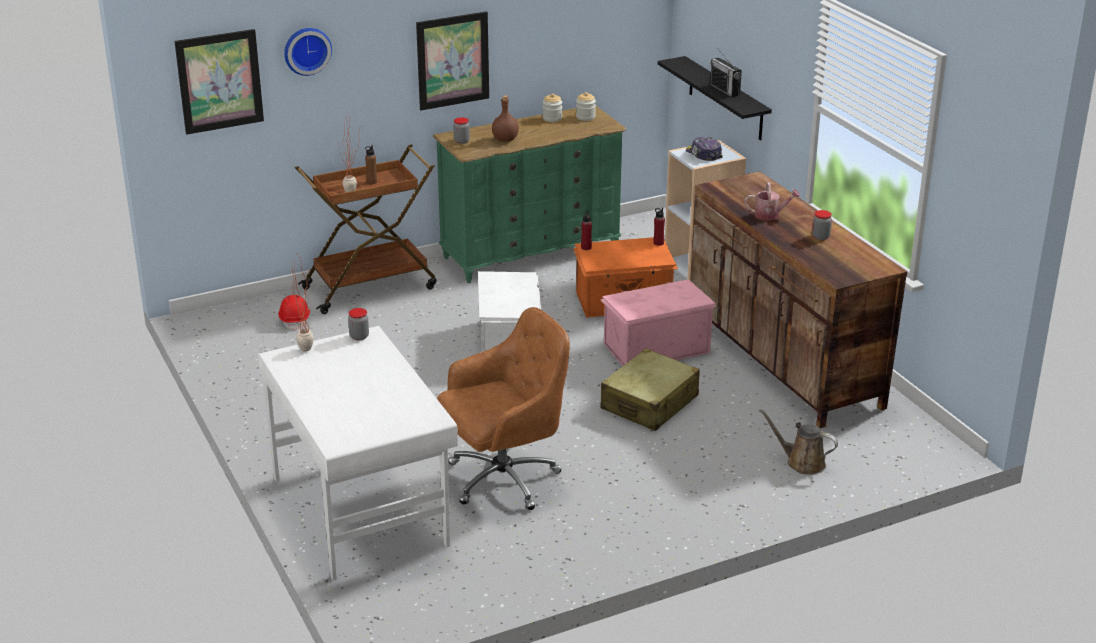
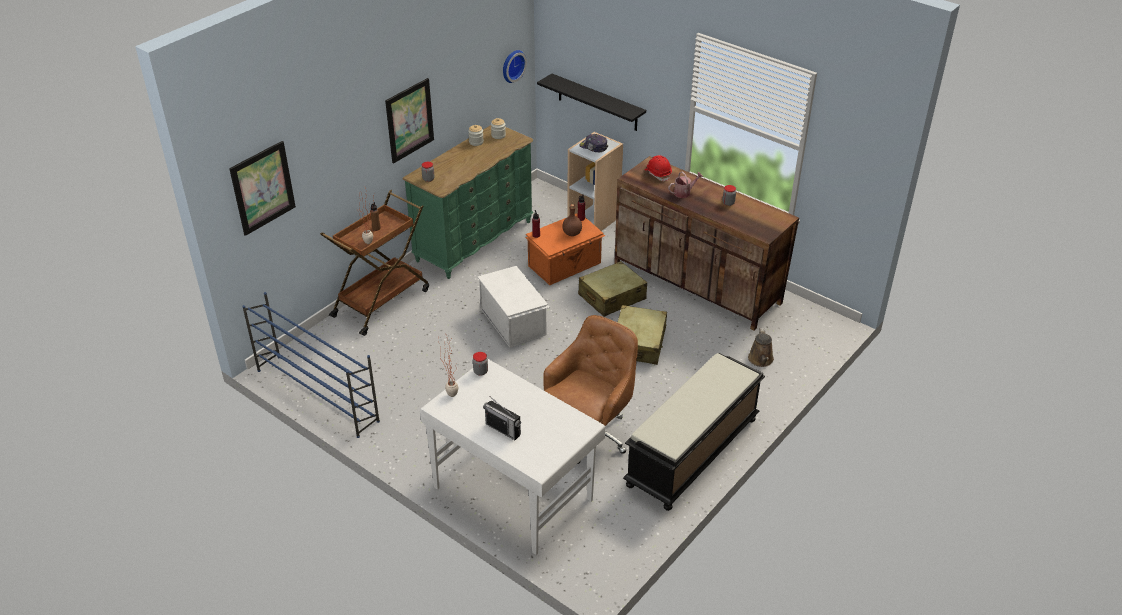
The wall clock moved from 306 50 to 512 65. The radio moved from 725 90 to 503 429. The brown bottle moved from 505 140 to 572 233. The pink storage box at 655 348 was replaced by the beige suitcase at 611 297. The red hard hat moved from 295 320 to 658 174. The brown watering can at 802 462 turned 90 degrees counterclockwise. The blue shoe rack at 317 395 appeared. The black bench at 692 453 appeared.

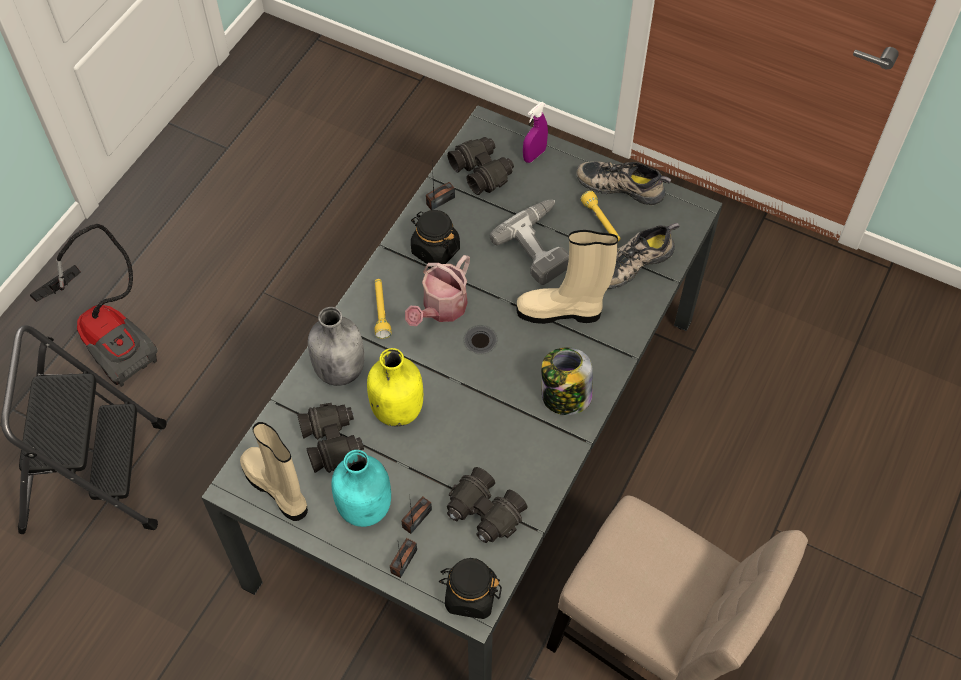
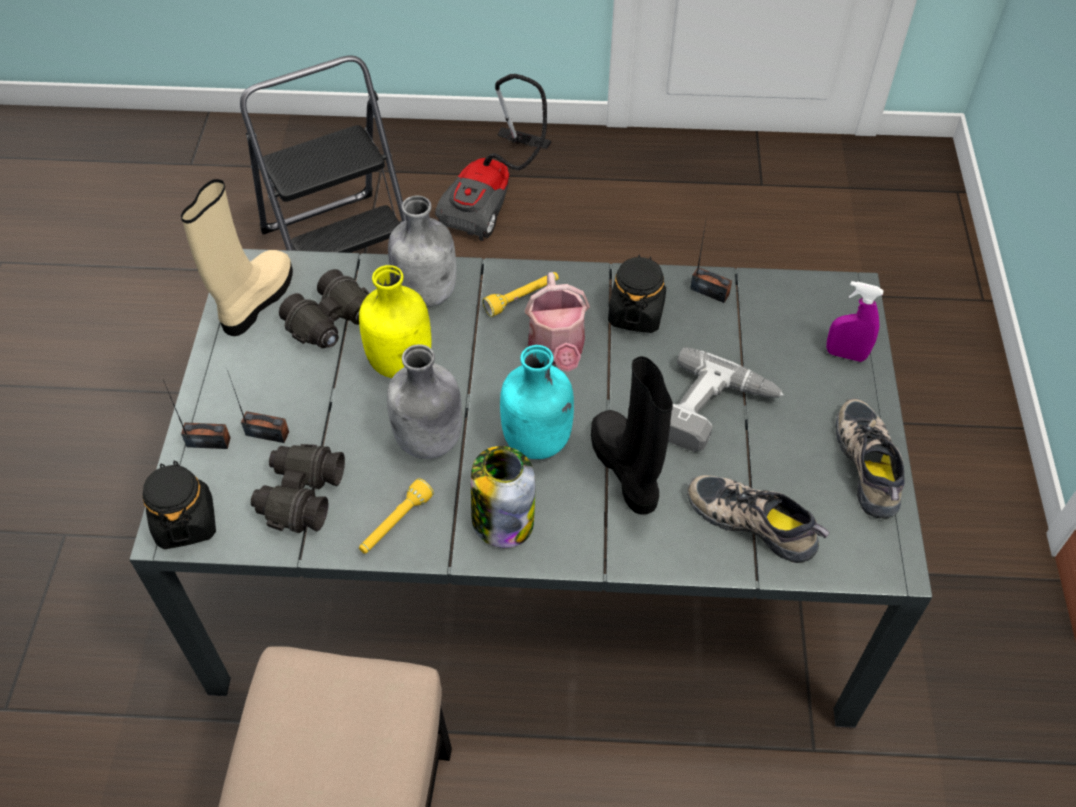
The black binoculars at 482 171 disappeared. The yellow flashlight moved from 601 222 to 395 524. The beige boot at 561 311 became the black boot at 627 469. The watering can at 441 309 turned 105 degrees counterclockwise. The turquoise bottle moved from 366 507 to 538 441. The grey bottle at 429 441 appeared.

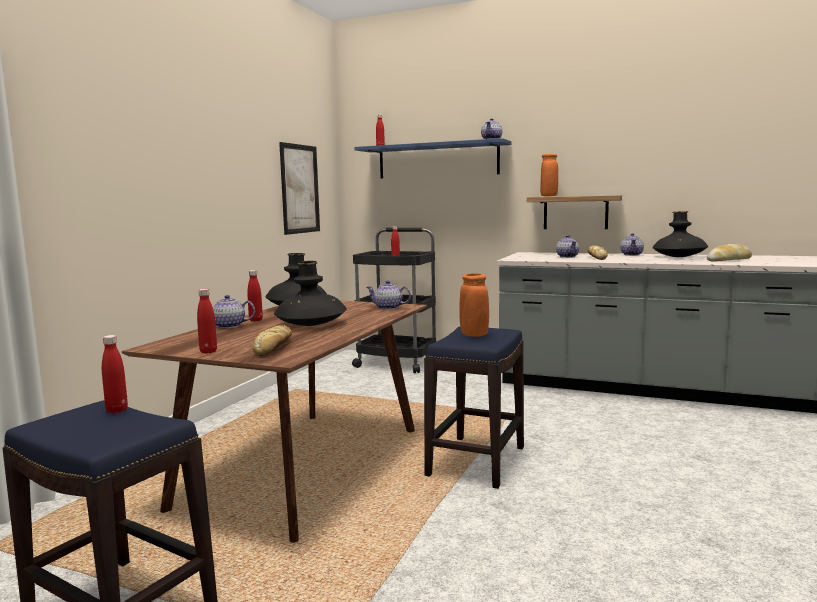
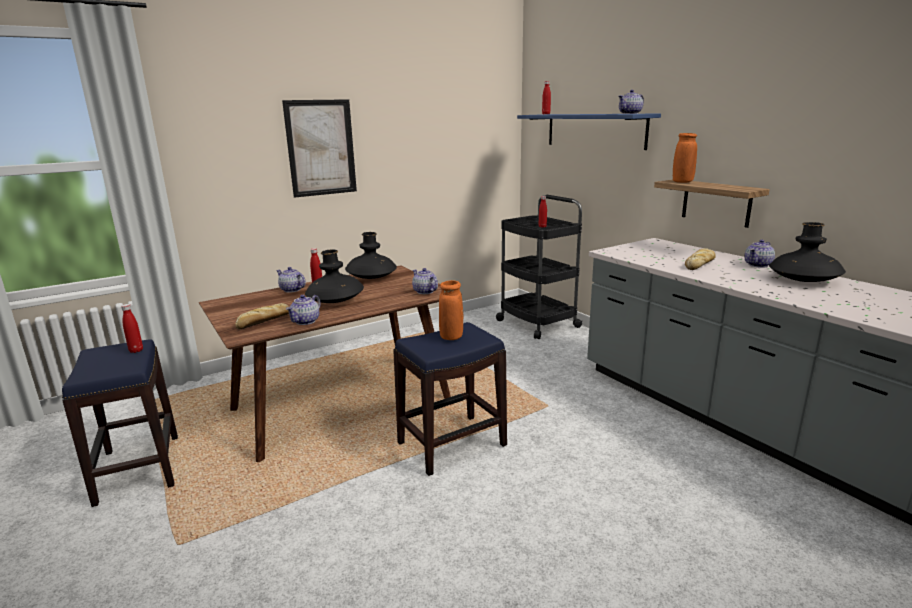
The picture moved from 300 189 to 321 148. The teapot moved from 567 256 to 306 321. The bread at 729 260 disappeared. The red bottle at 208 351 disappeared.

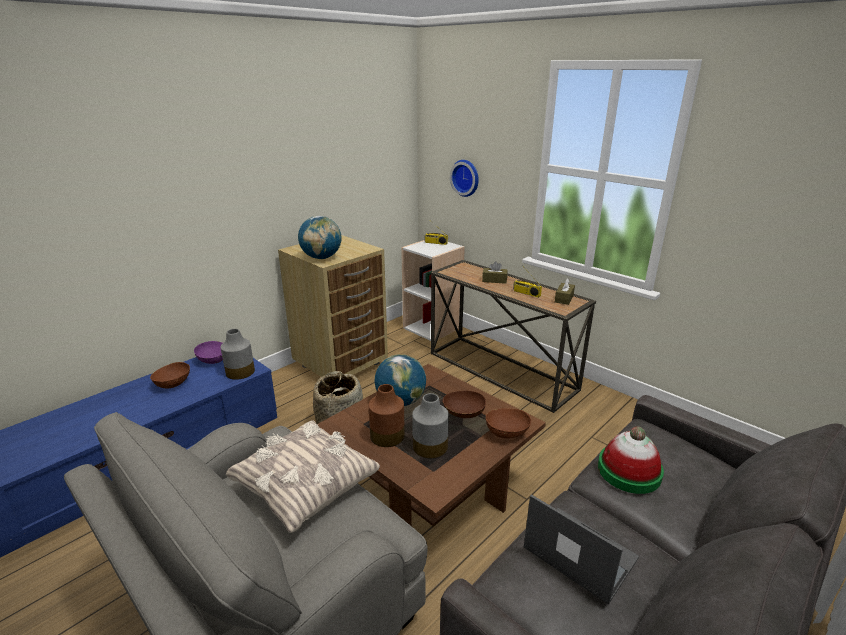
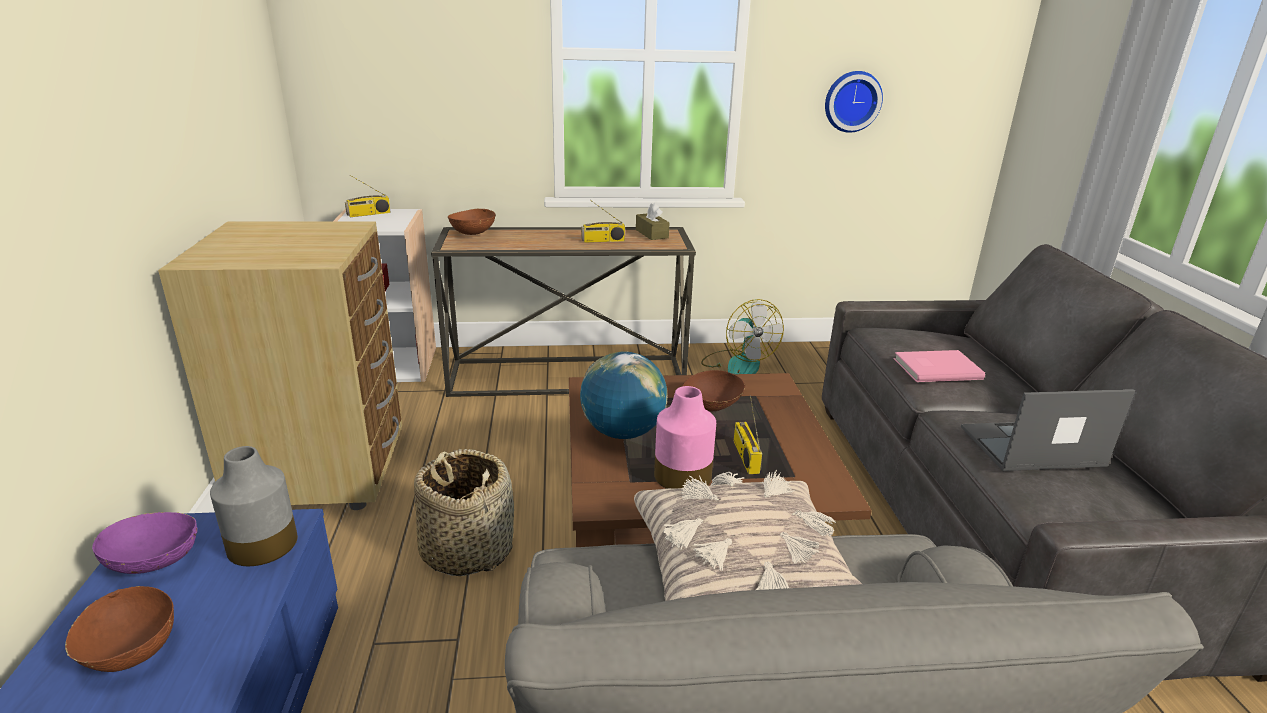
The wall clock moved from 466 177 to 851 101. The globe at 321 258 disappeared. The brown tissue box at 494 280 disappeared. The brown vase at 387 436 became the pink vase at 683 475. The grey vase at 430 446 was replaced by the radio at 744 456. The brown bowl moved from 507 432 to 473 233. The hat at 629 471 was replaced by the pink book at 935 368. The fan at 738 364 appeared.

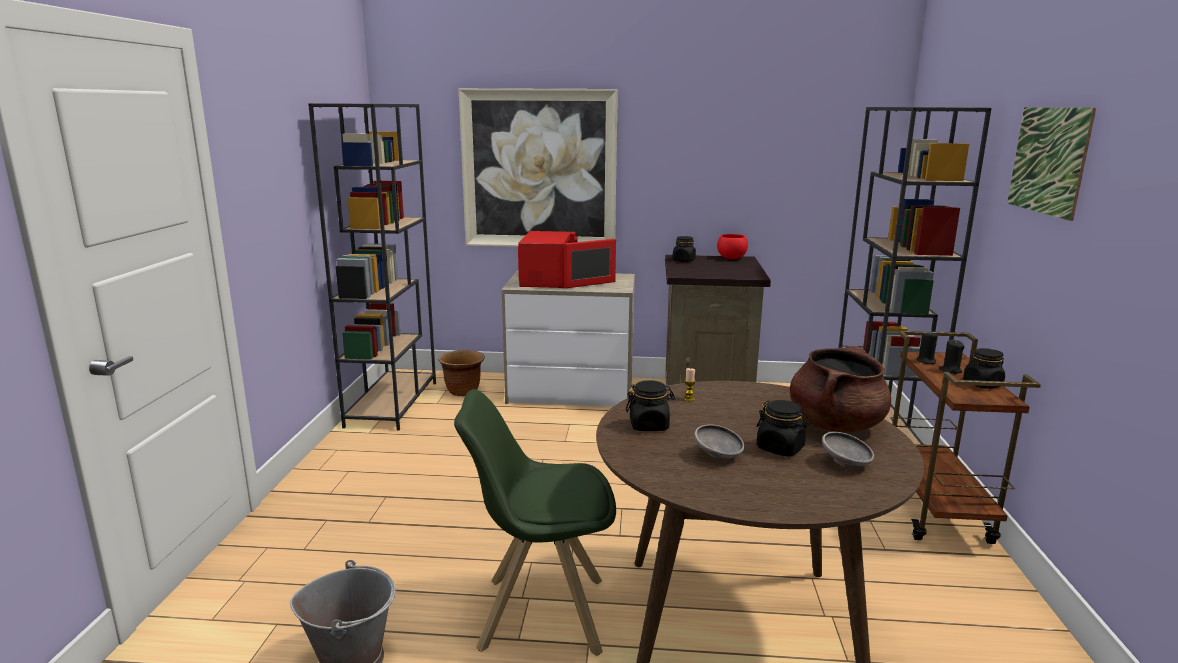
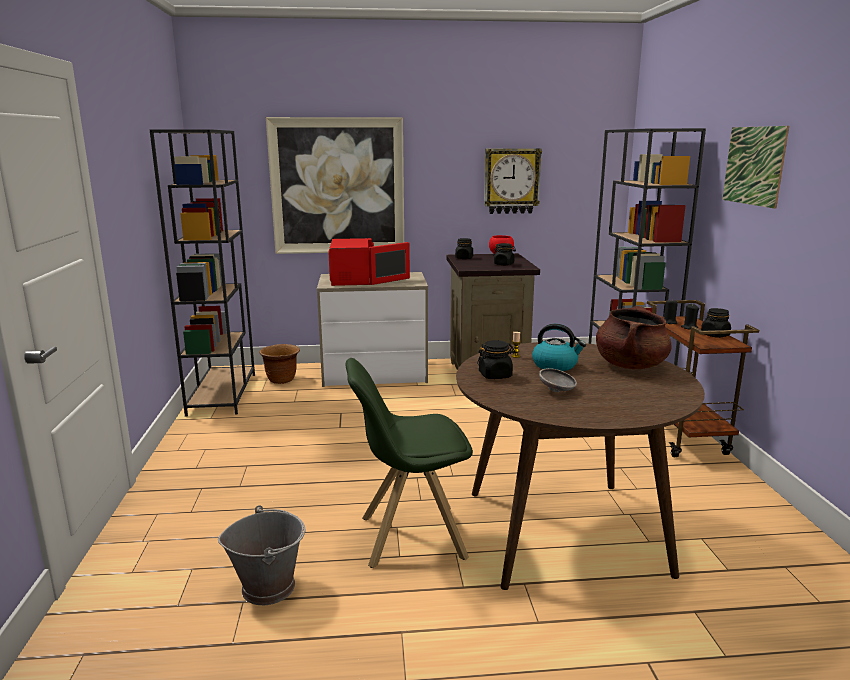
The black jar moved from 780 448 to 504 264. The grey bowl at 846 464 disappeared. The wall clock at 511 181 appeared. The kettle at 555 365 appeared.

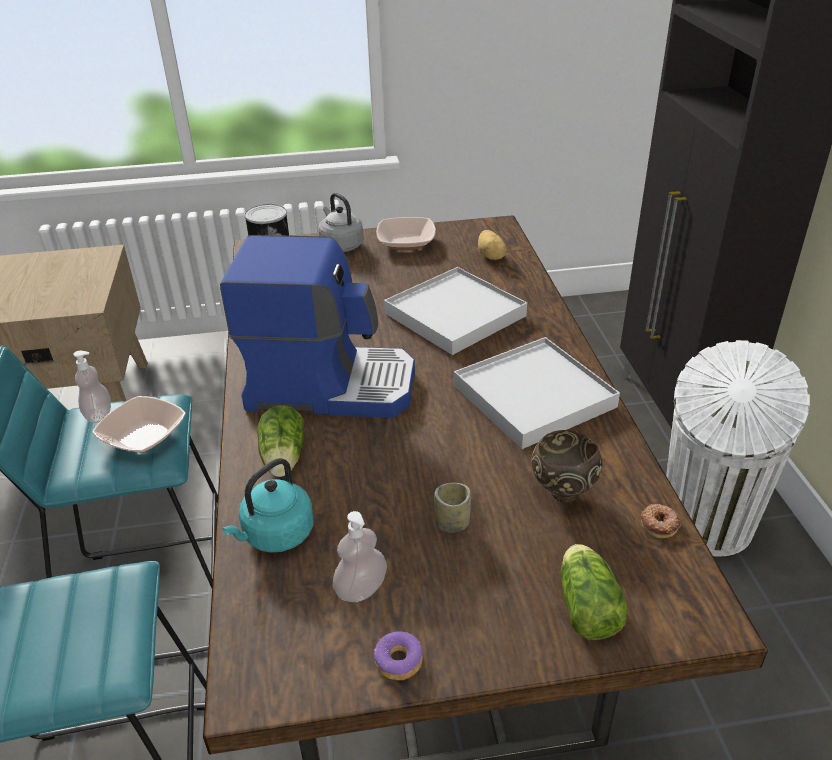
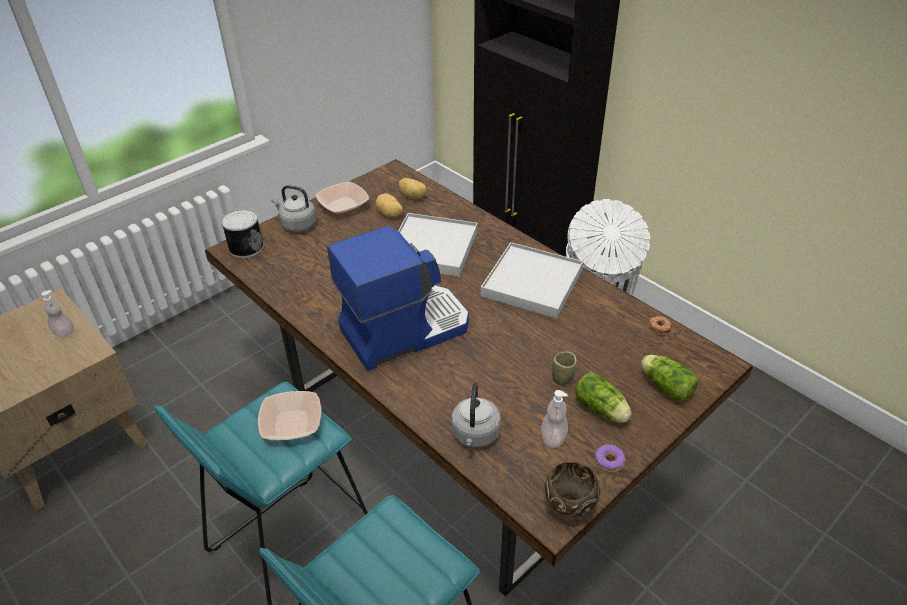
The soap dispenser moved from 99 415 to 64 332. The lettuce moved from 283 459 to 602 410. The brown bowl moved from 561 493 to 568 508. The turquoise kettle at 275 535 became the grey kettle at 475 435. The potato at 389 214 appeared.

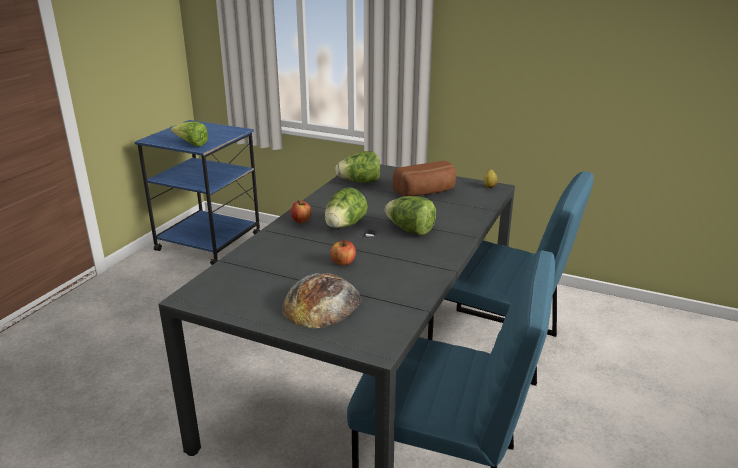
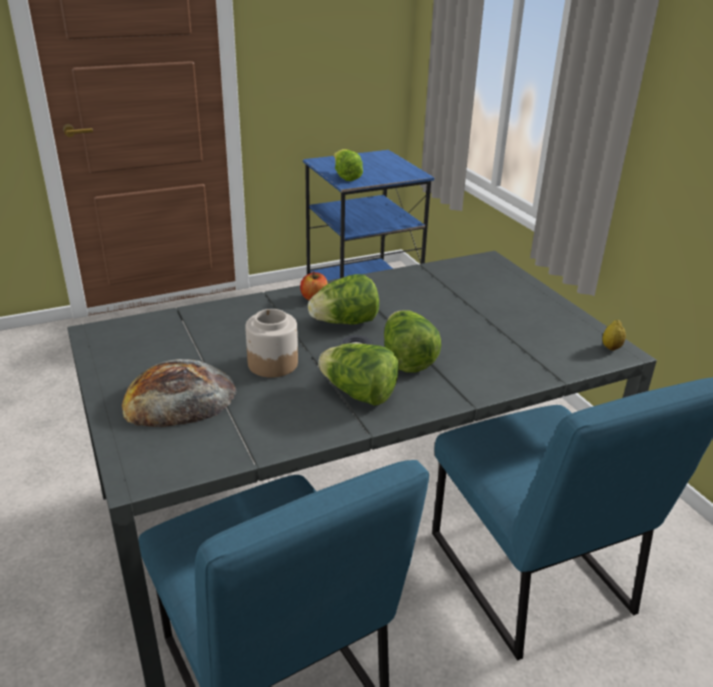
The lettuce moved from 359 182 to 358 394. The bread at 427 192 disappeared. The apple at 343 262 was replaced by the jar at 272 363.

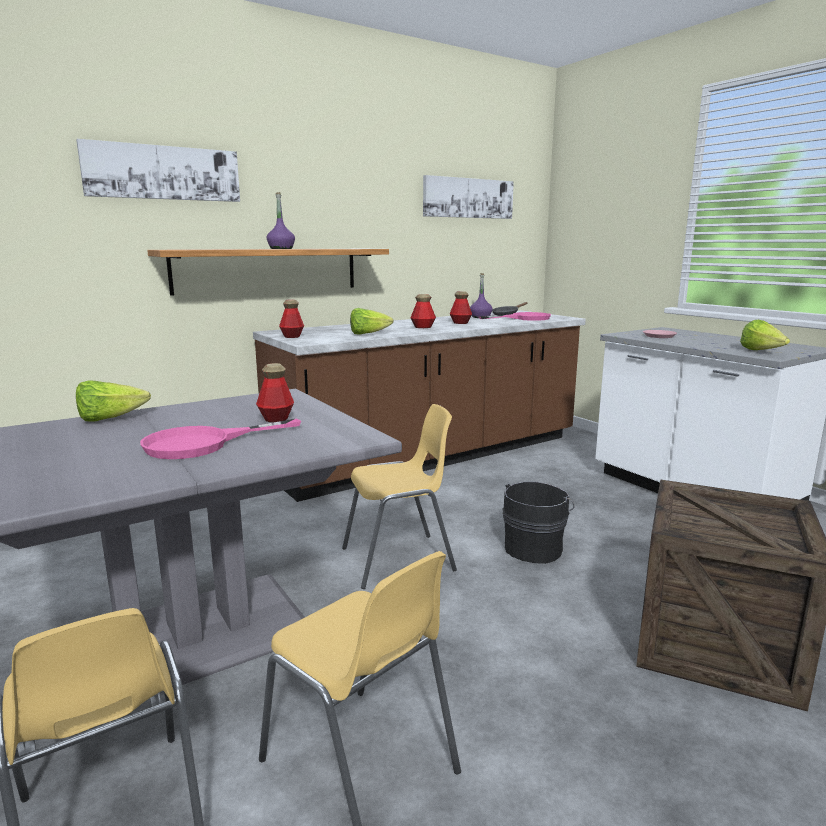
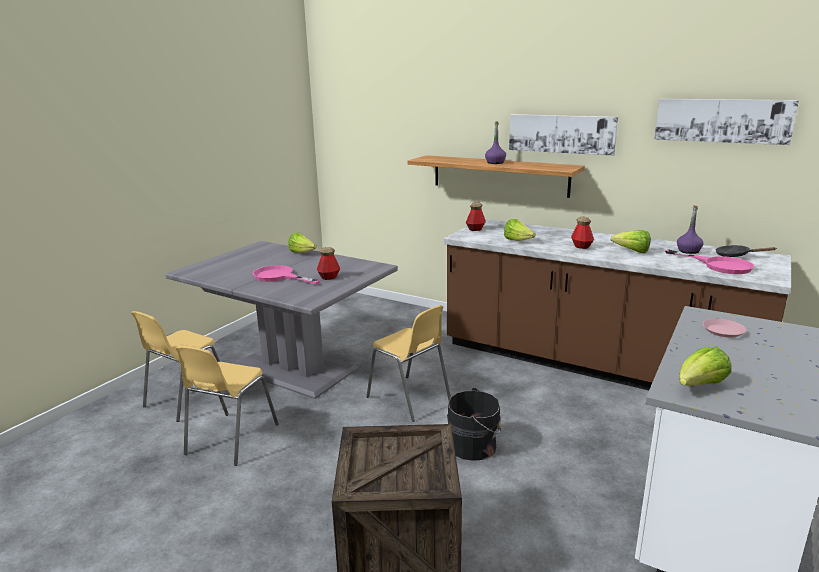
The picture moved from 163 173 to 561 134. The bottle at 460 323 was replaced by the lettuce at 632 251.

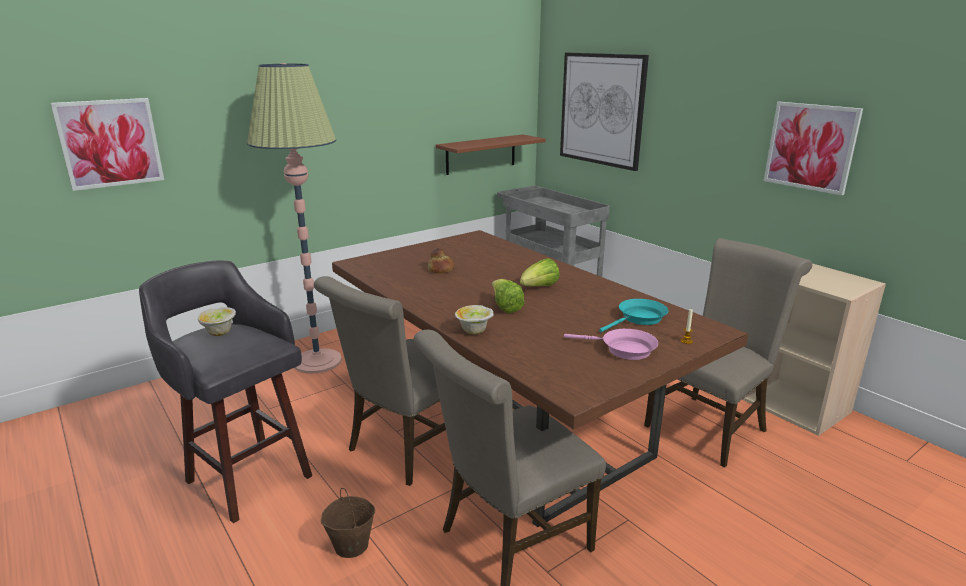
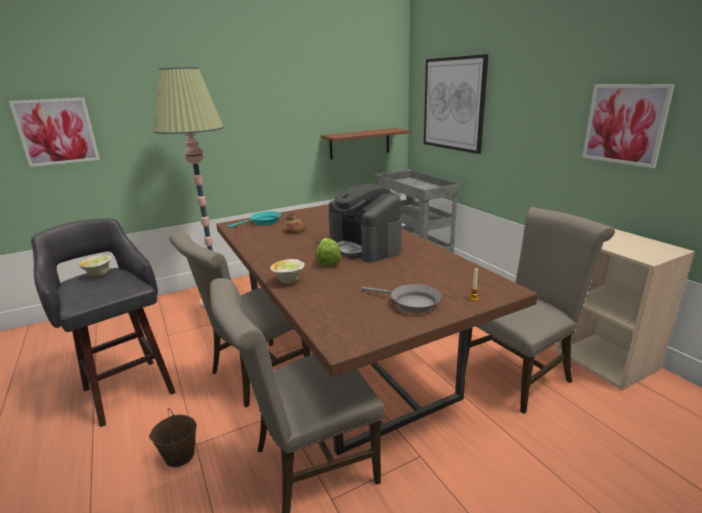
The lettuce at 539 288 was replaced by the coffee machine at 365 247. The turquoise frying pan moved from 639 319 to 263 222. The pink frying pan at 623 349 became the grey frying pan at 410 303.

